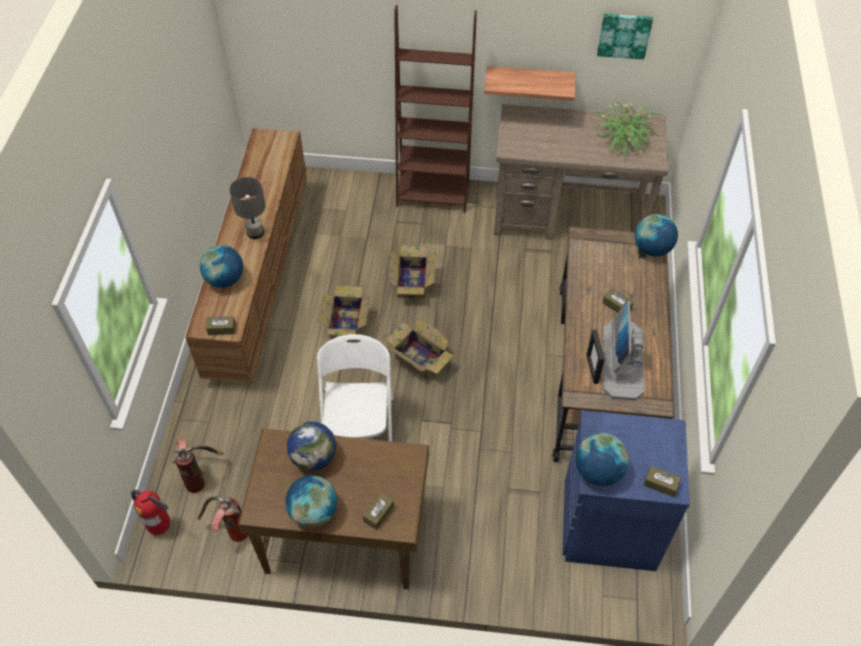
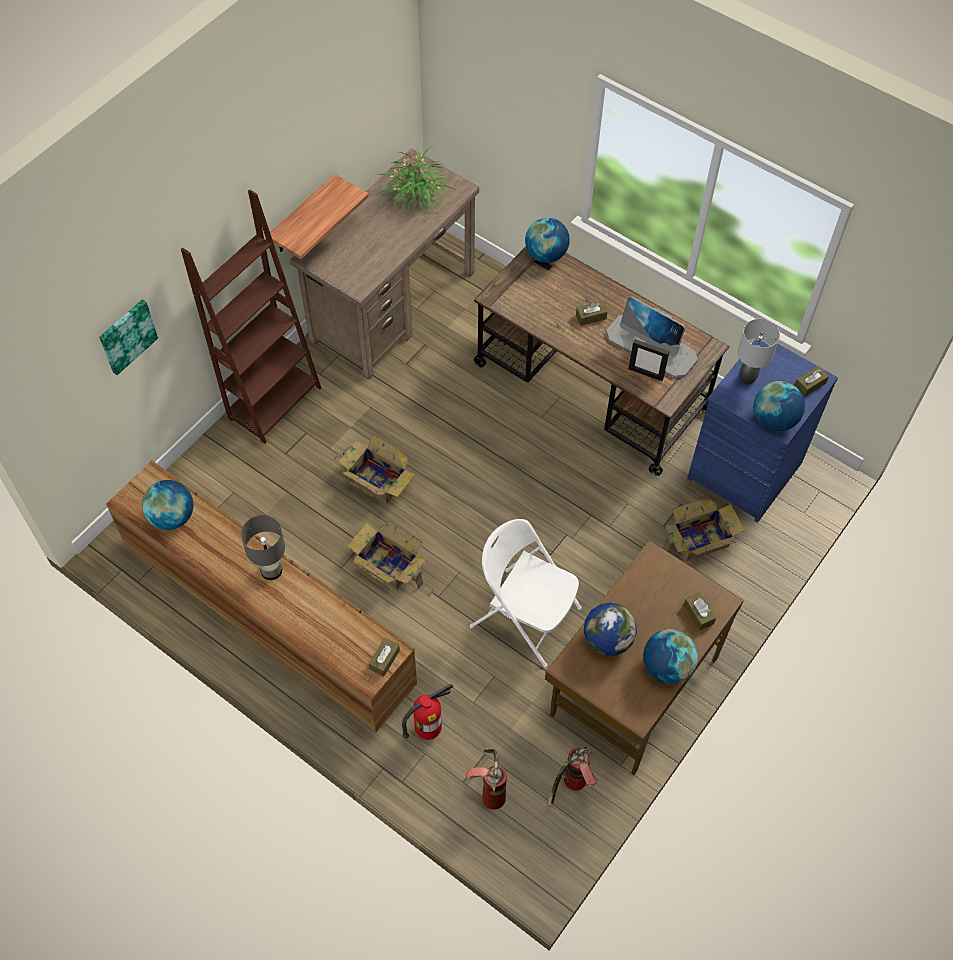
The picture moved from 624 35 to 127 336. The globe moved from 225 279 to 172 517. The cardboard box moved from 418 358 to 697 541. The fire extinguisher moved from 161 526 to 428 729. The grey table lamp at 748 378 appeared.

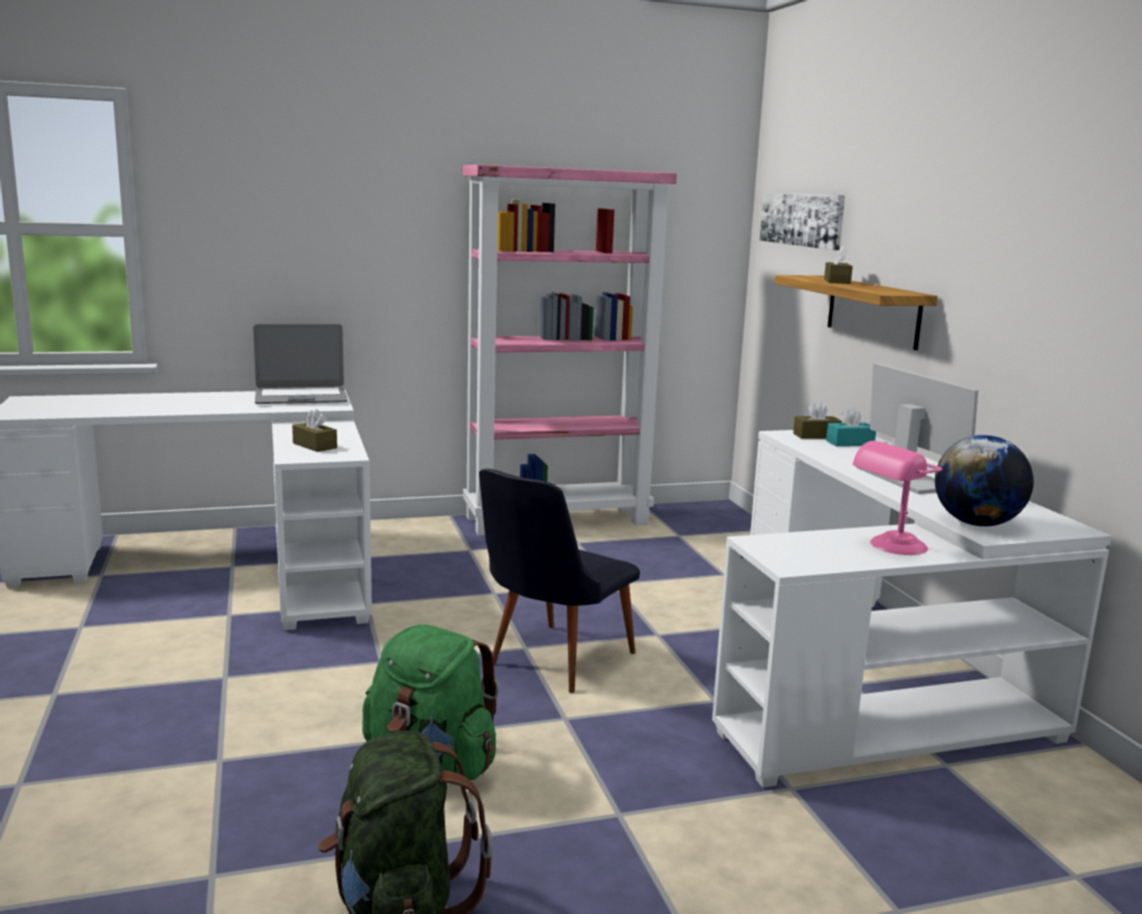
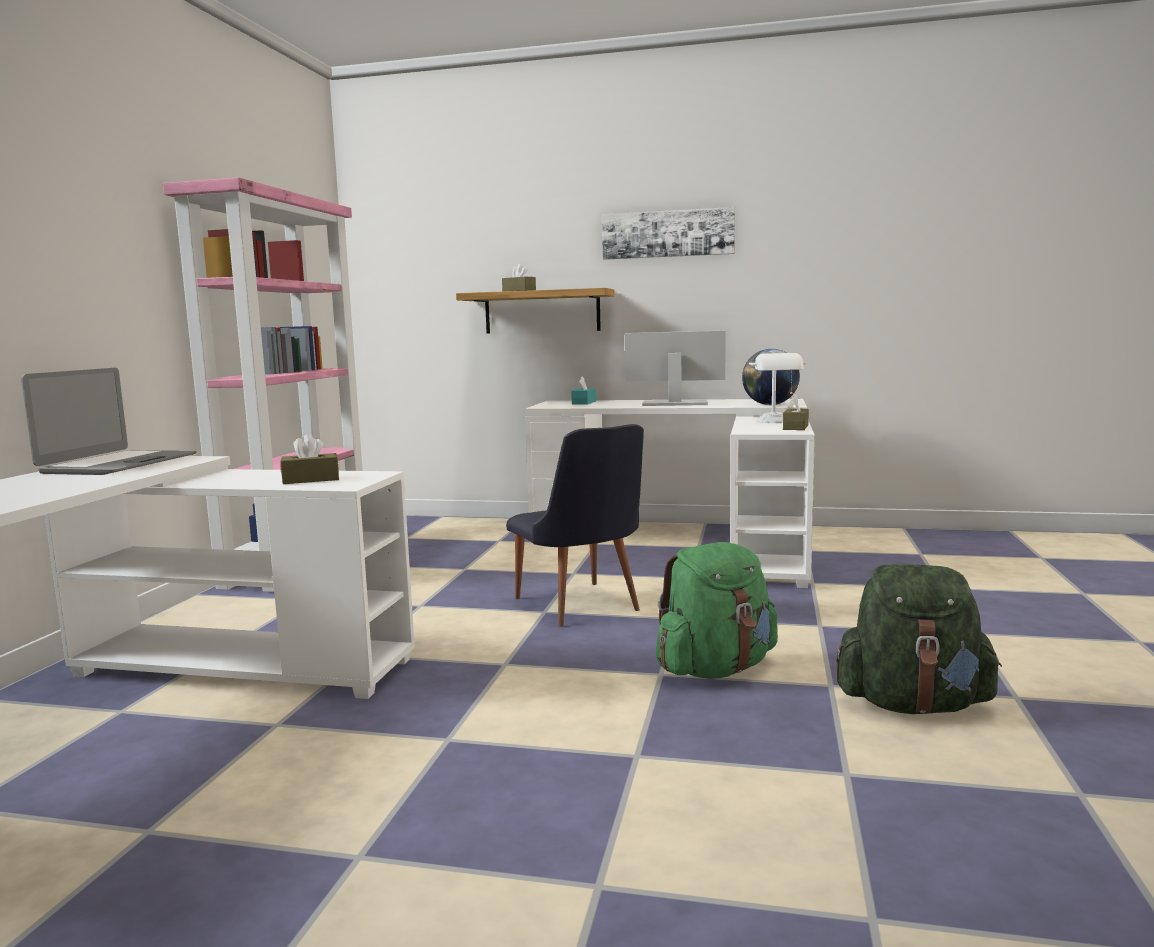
The picture moved from 802 219 to 667 234. The brown tissue box moved from 816 436 to 795 427. The pink table lamp at 891 547 became the white table lamp at 776 421.

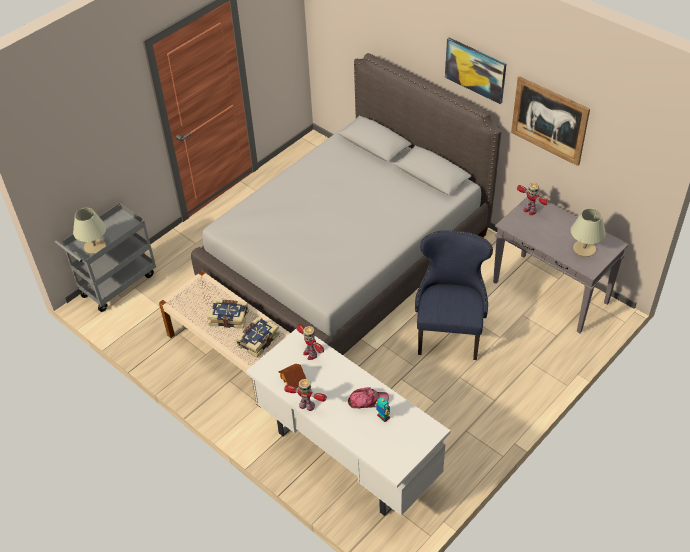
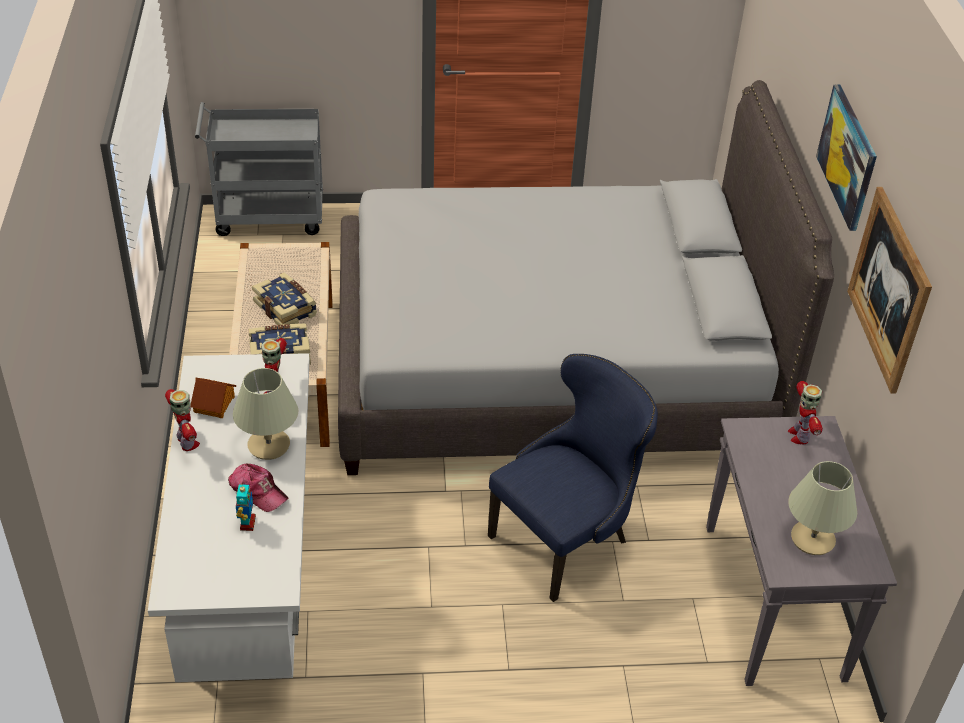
The beige table lamp moved from 95 247 to 269 445.

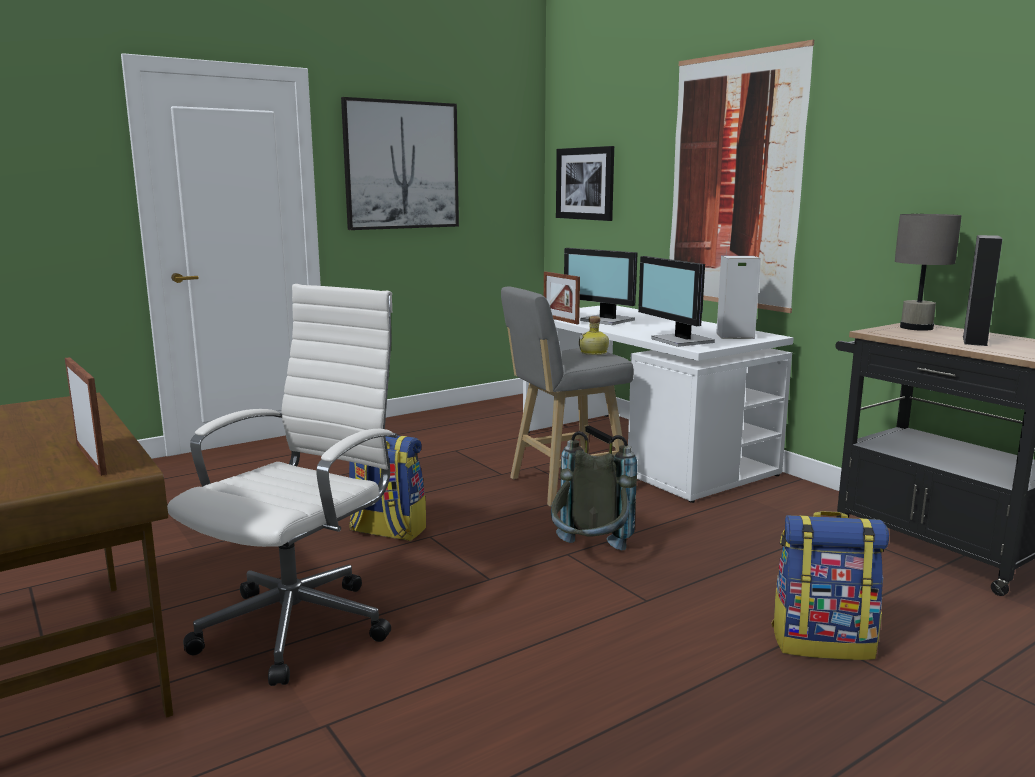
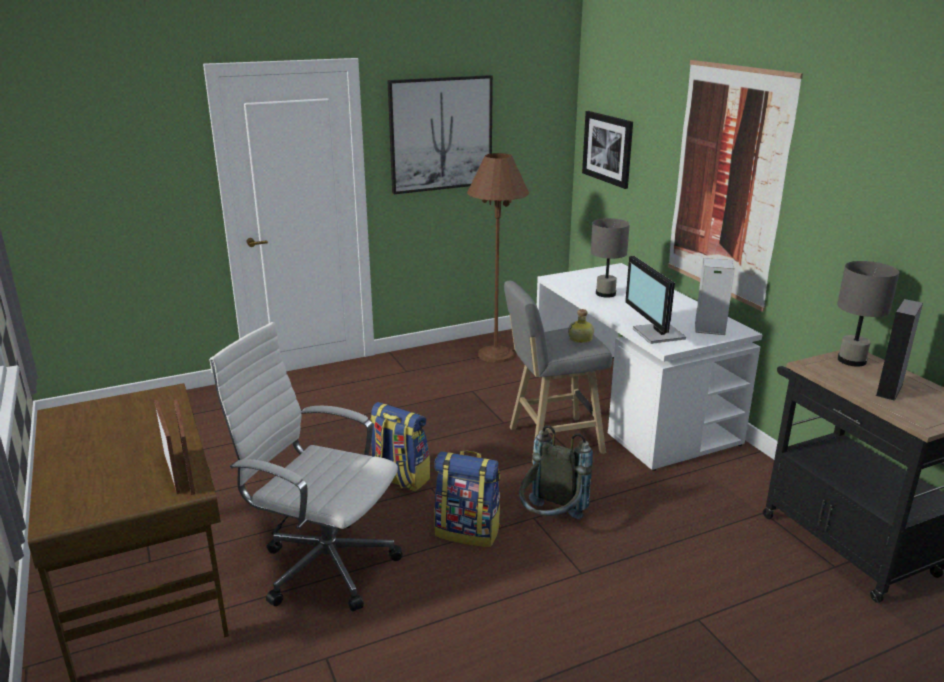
The monitor at 606 320 was replaced by the grey table lamp at 606 294. The picture frame moved from 560 320 to 189 473. The white office chair at 301 623 turned 105 degrees counterclockwise. The backpack moved from 822 642 to 468 531. The brown floor lamp at 495 355 appeared.

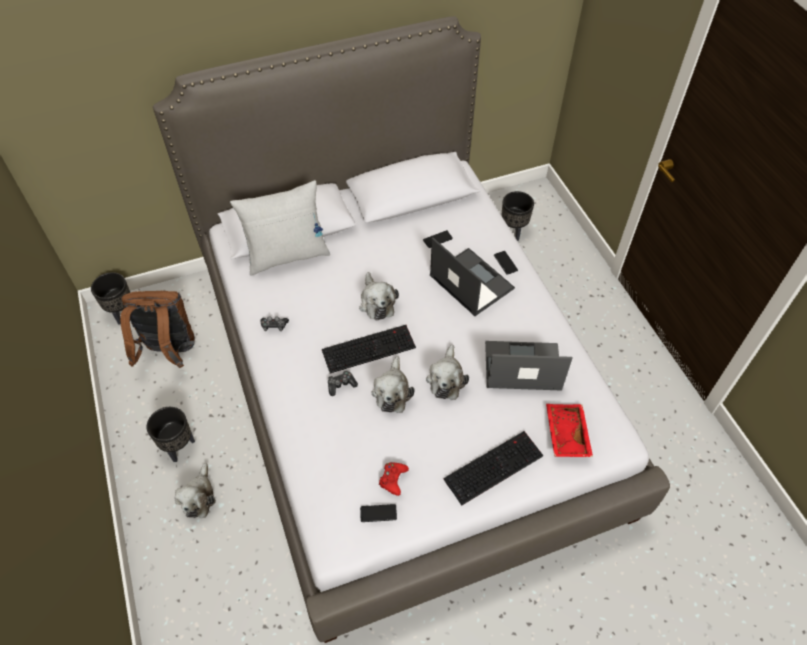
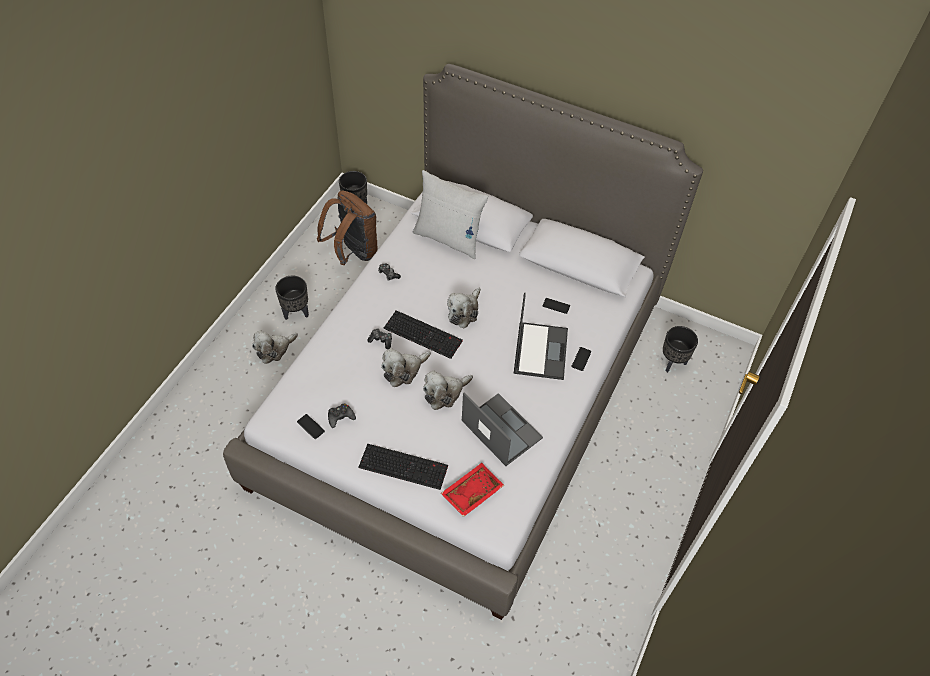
The red game controller at 393 479 became the black game controller at 340 417.

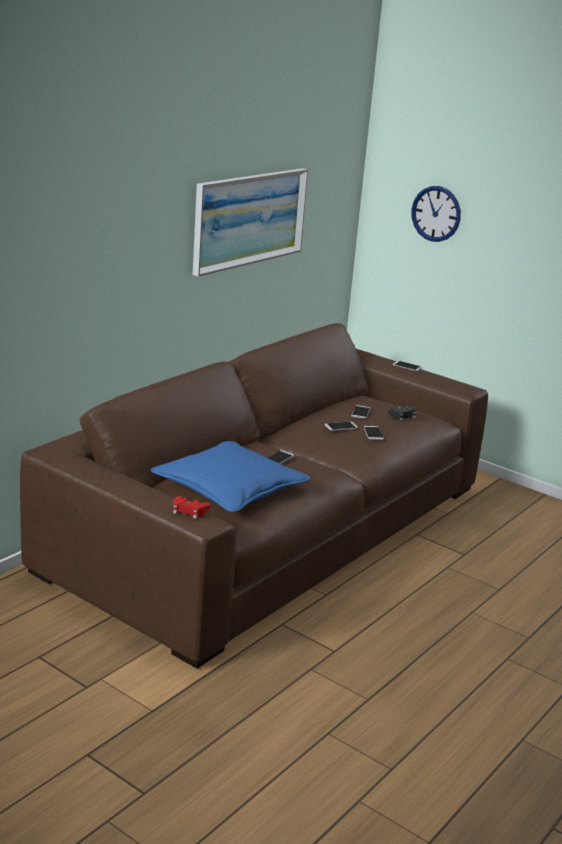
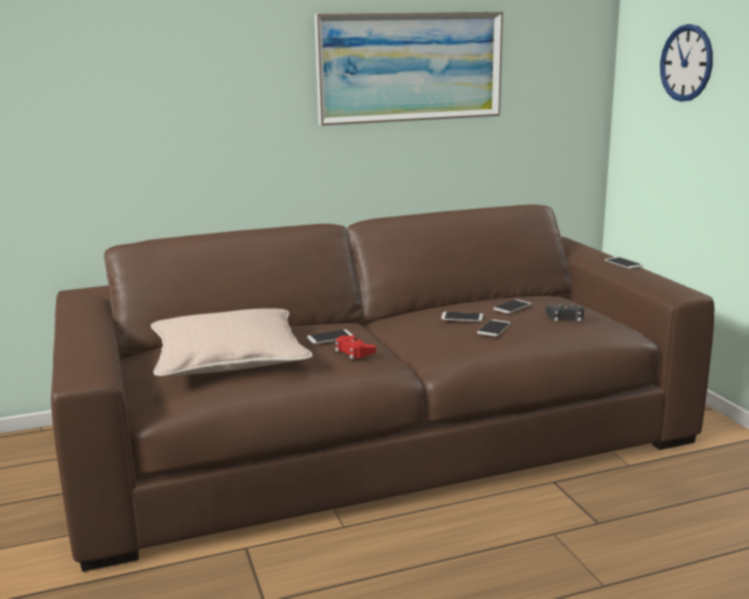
The blue pillow at 230 487 became the beige pillow at 228 356. The red game controller moved from 189 511 to 354 351.

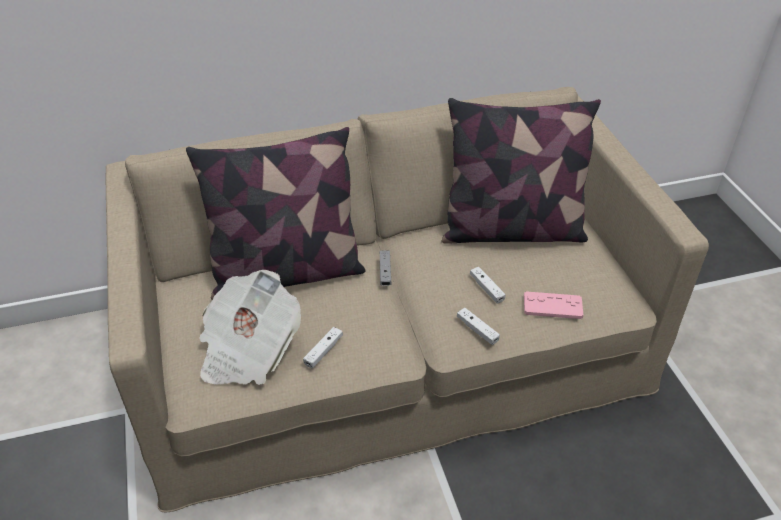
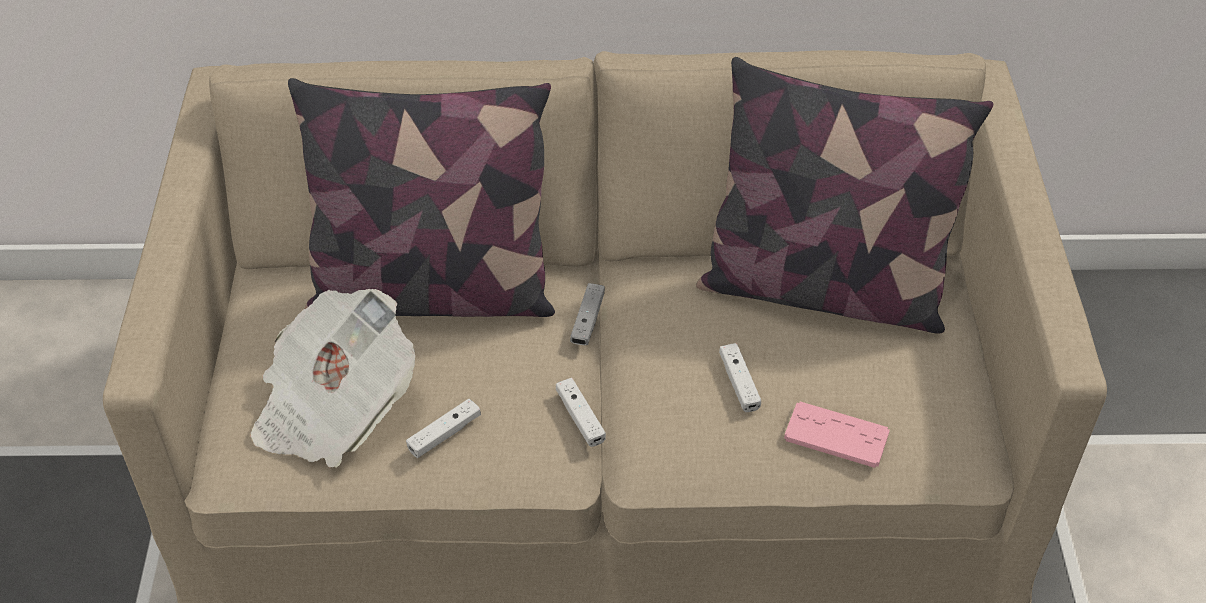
The white game controller moved from 477 330 to 580 418.

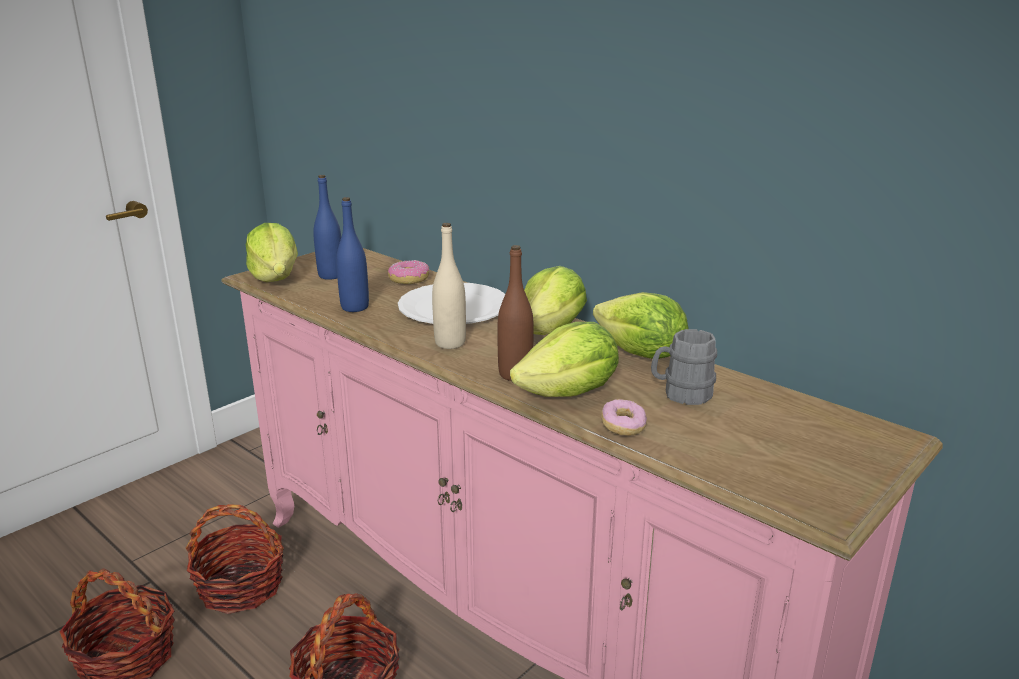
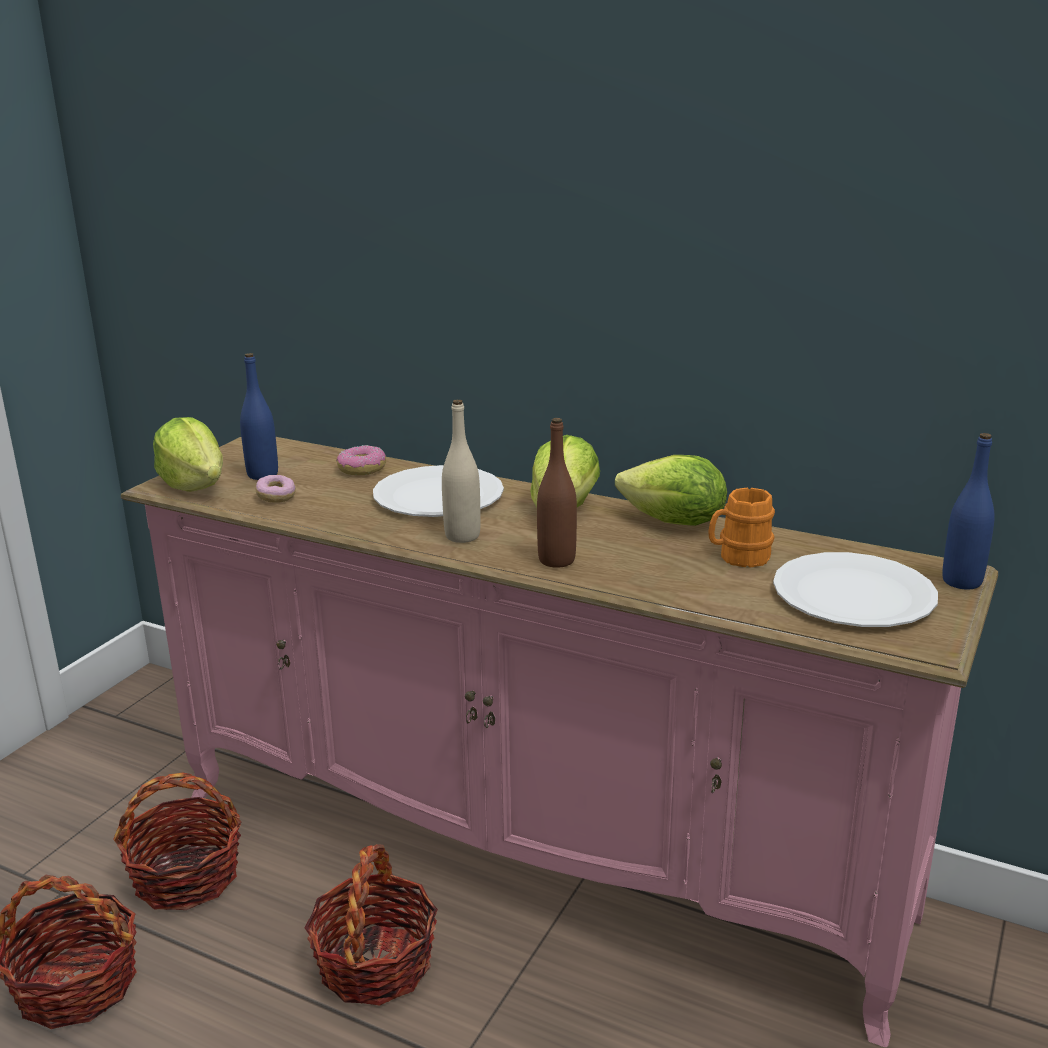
The blue bottle moved from 355 307 to 961 581. The lettuce at 569 394 disappeared. The grey mug at 681 394 became the orange mug at 738 557. The donut moved from 623 427 to 276 497. The white plate at 853 594 appeared.

